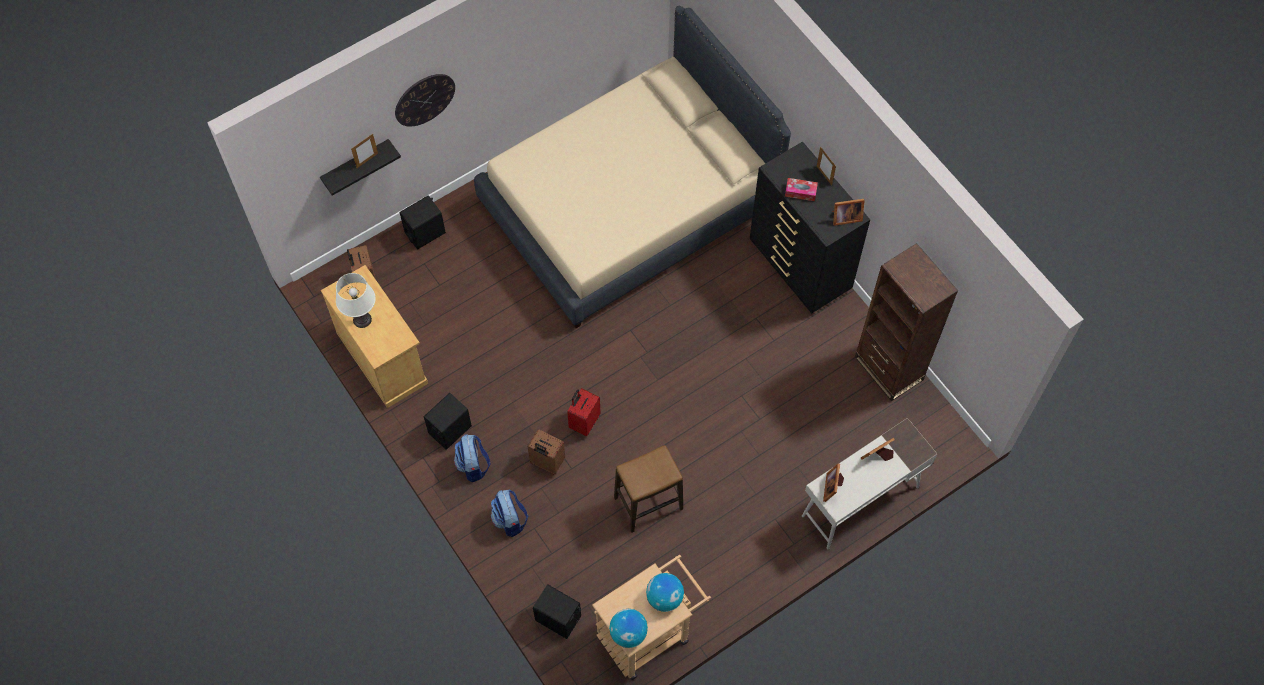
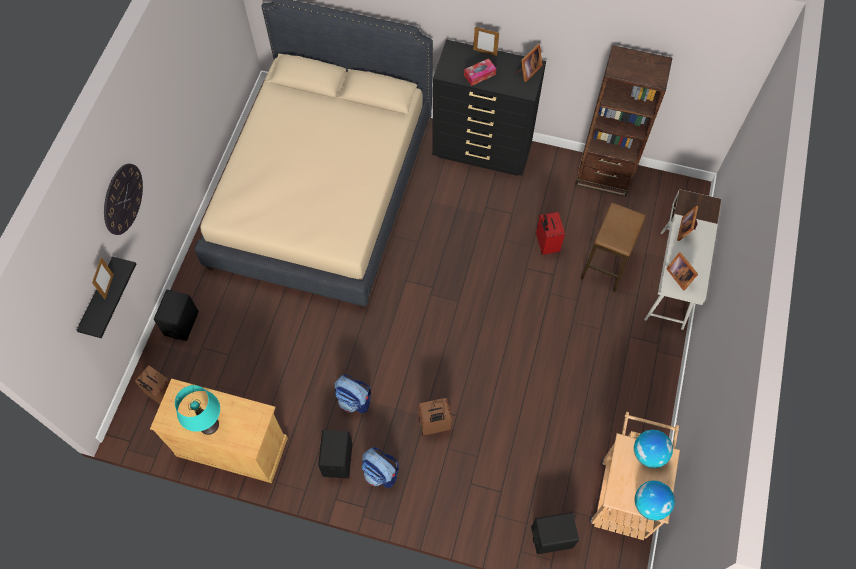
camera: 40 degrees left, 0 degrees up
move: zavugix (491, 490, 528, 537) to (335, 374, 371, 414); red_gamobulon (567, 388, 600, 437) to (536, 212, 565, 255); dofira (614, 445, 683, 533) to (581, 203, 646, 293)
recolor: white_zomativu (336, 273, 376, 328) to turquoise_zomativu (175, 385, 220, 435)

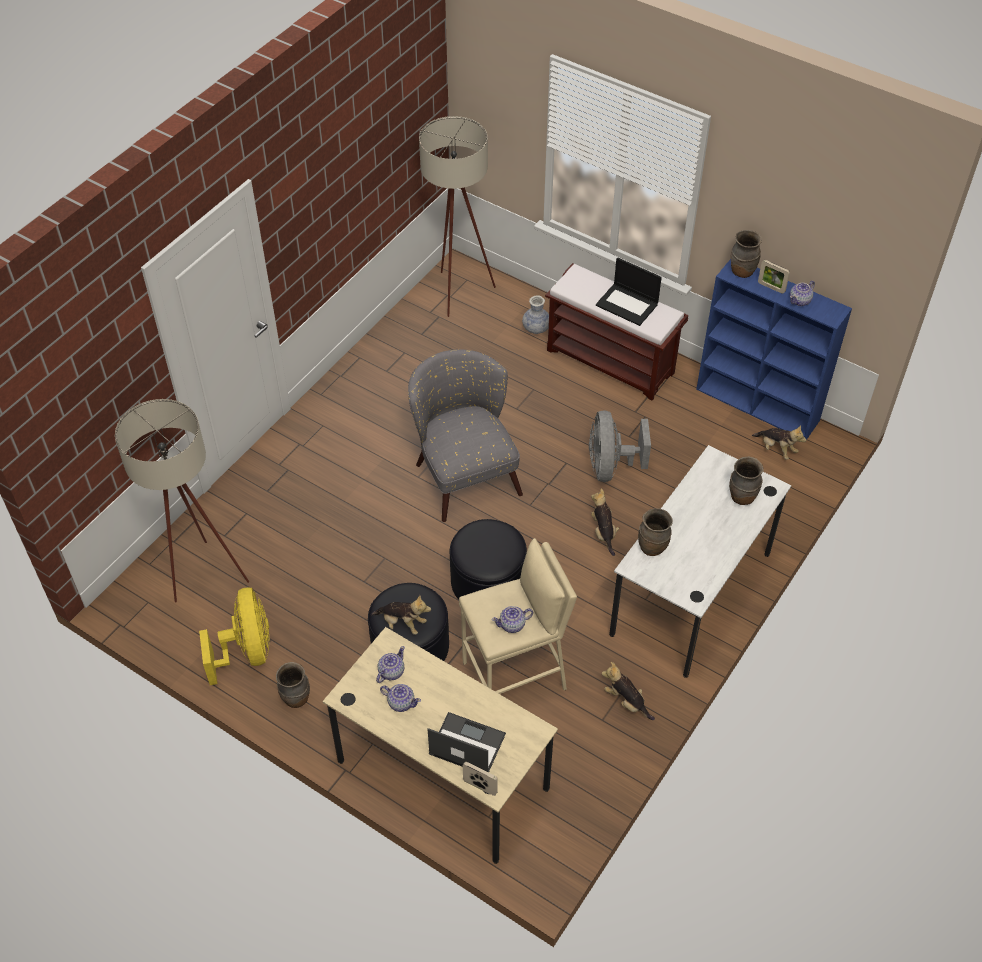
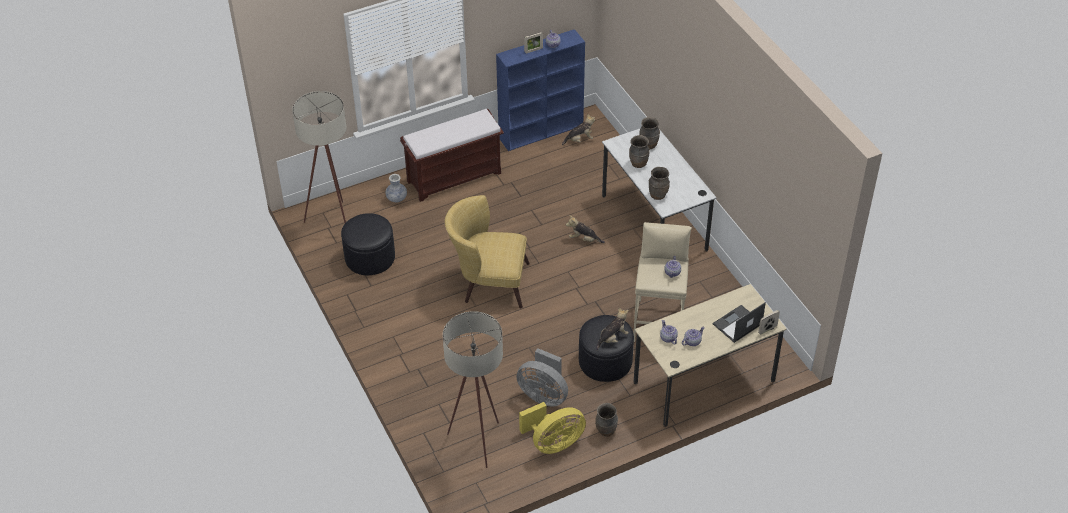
camera: 60 degrees left, 5 degrees down
delete: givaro (596, 257, 662, 326); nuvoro (602, 662, 655, 720)
move: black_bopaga (450, 519, 527, 600) to (341, 213, 395, 275); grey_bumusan (589, 411, 651, 482) to (517, 348, 568, 407); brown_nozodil (730, 230, 762, 278) to (629, 135, 650, 168)
recolor: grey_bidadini (408, 350, 523, 522) to yellow_bidadini (445, 195, 530, 309)
rotate: yellow_bumusan (199, 588, 269, 685) = (519, 402, 586, 454) 135 degrees clockwise

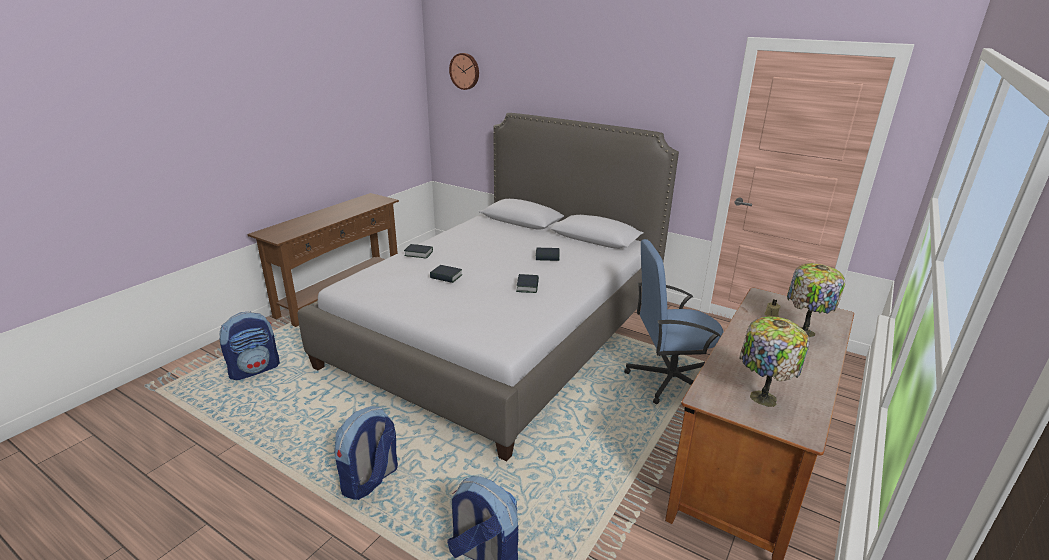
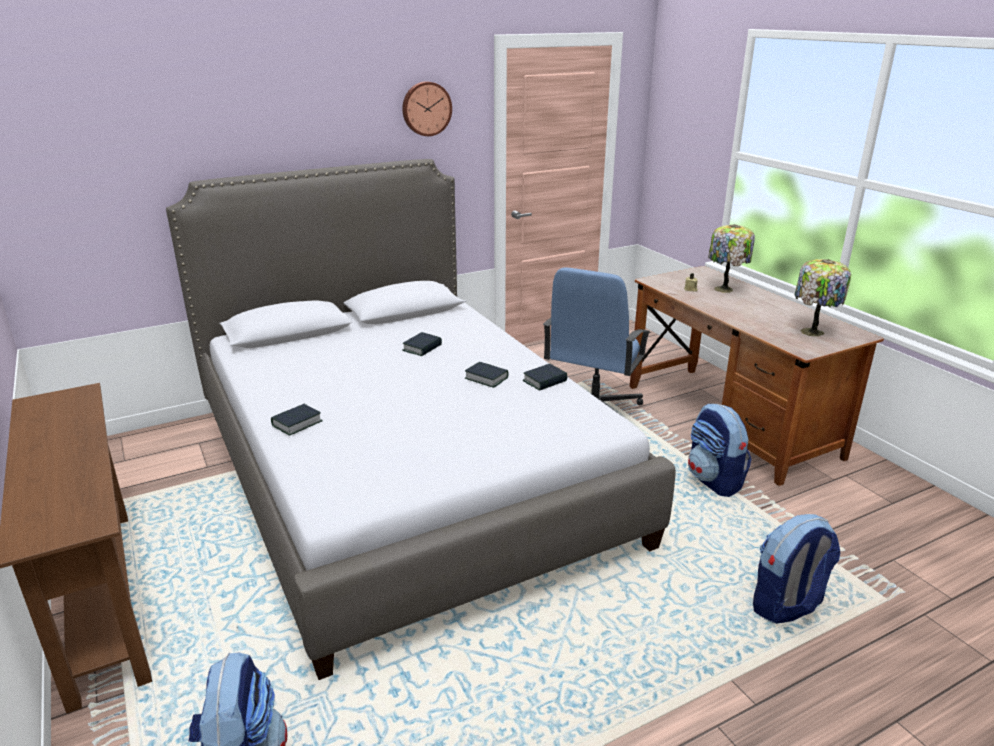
camera: 60 degrees left, 0 degrees up
move: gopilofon (449, 53, 479, 90) to (402, 81, 452, 136); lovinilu (430, 265, 462, 283) to (523, 364, 567, 391); zavugix (335, 406, 398, 500) to (688, 403, 751, 497)

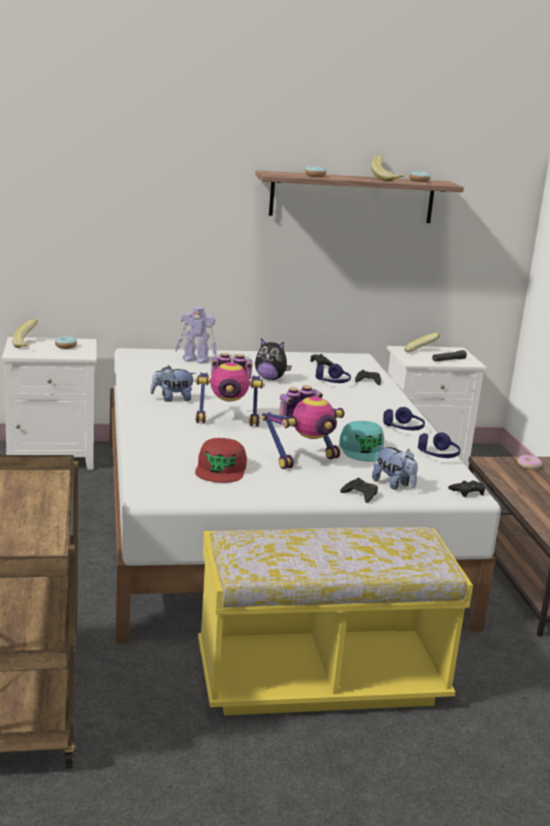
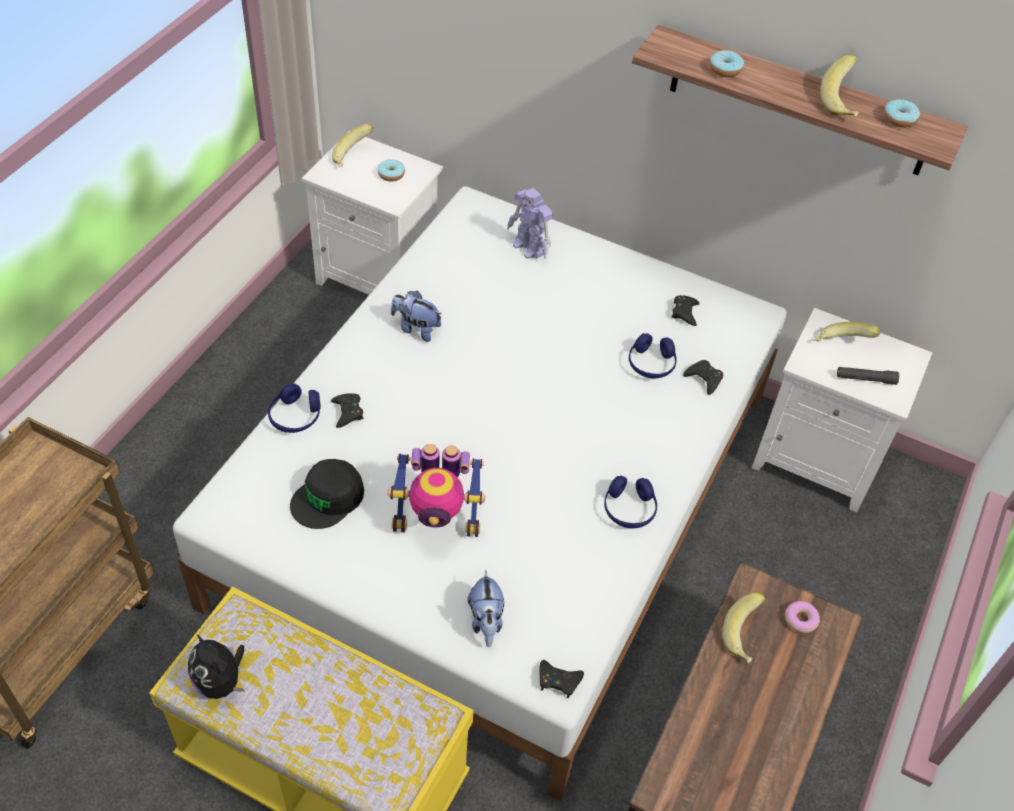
camera: 35 degrees right, 30 degrees up
delete: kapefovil (195, 353, 265, 426); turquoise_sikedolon (339, 421, 384, 462)
insert: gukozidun (722, 592, 765, 663)
move: nuvoro (255, 338, 292, 380) to (188, 634, 245, 699); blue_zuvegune (418, 432, 461, 458) to (268, 383, 321, 433); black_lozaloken (340, 478, 378, 503) to (331, 393, 364, 428)
recolor: red_sikedolon (195, 438, 247, 483) to black_sikedolon (290, 459, 364, 529)

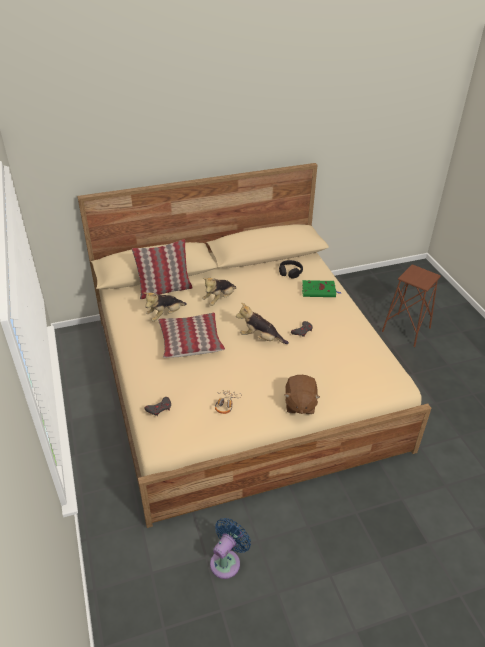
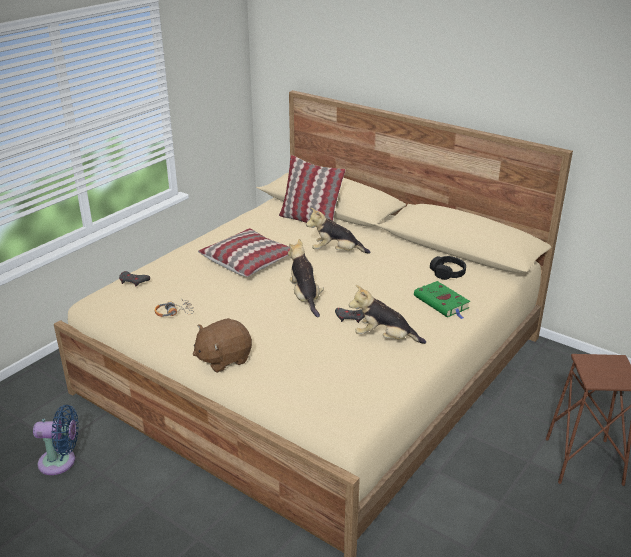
camera: 55 degrees right, 10 degrees down
move: nuvoro (144, 292, 187, 322) to (349, 285, 426, 344)

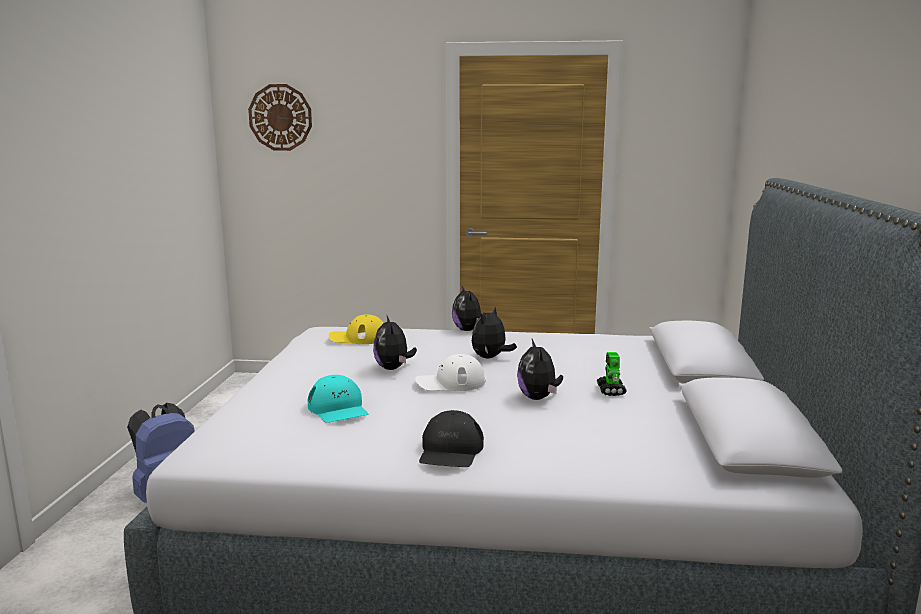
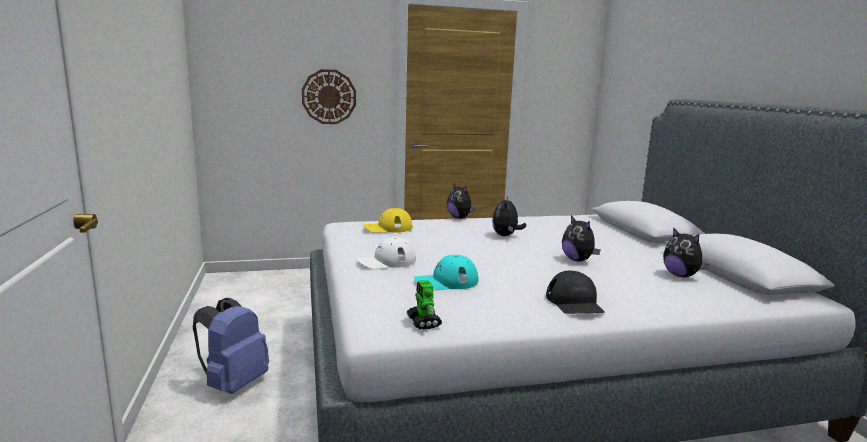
camera: 20 degrees left, 0 degrees up
move: gopilofon (248, 84, 312, 151) to (302, 69, 356, 124); white_sikedolon (415, 354, 486, 391) to (357, 237, 416, 269); kapefovil (597, 352, 627, 396) to (407, 280, 442, 329); nuvoro (373, 316, 417, 370) to (663, 227, 710, 277)
rotate: turquoise_sikedolon (308, 375, 368, 423) = (414, 255, 478, 290) 120 degrees clockwise

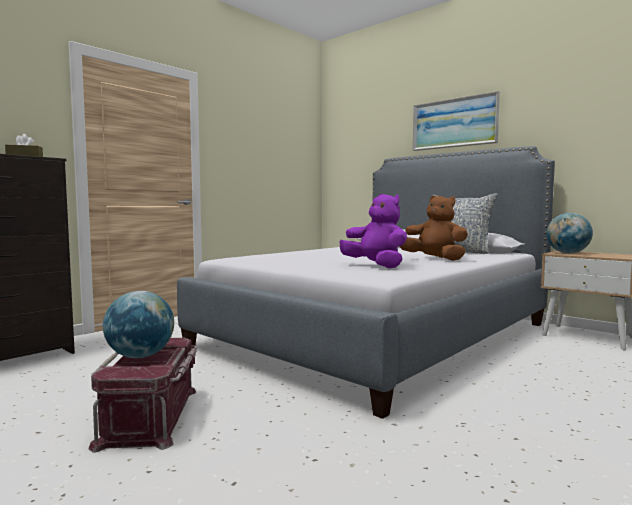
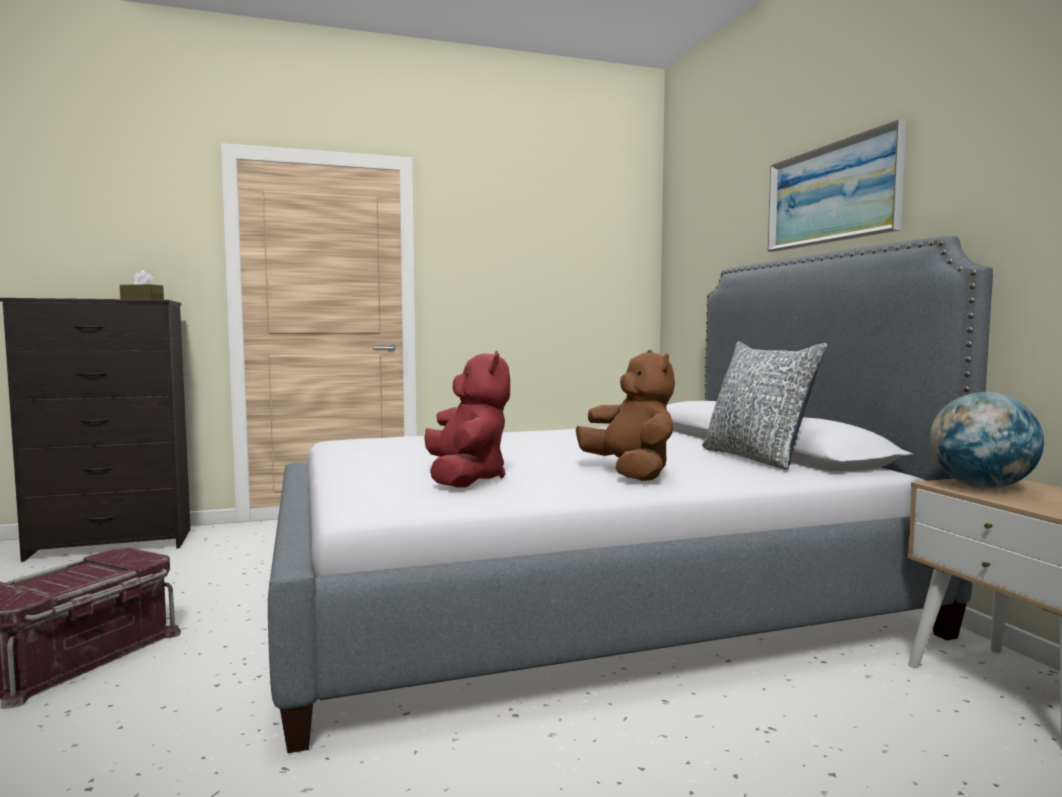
camera: 30 degrees right, 0 degrees up
delete: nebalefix (103, 291, 174, 358)
recolor: purple_nuvoro (340, 194, 407, 268) to red_nuvoro (424, 351, 510, 488)

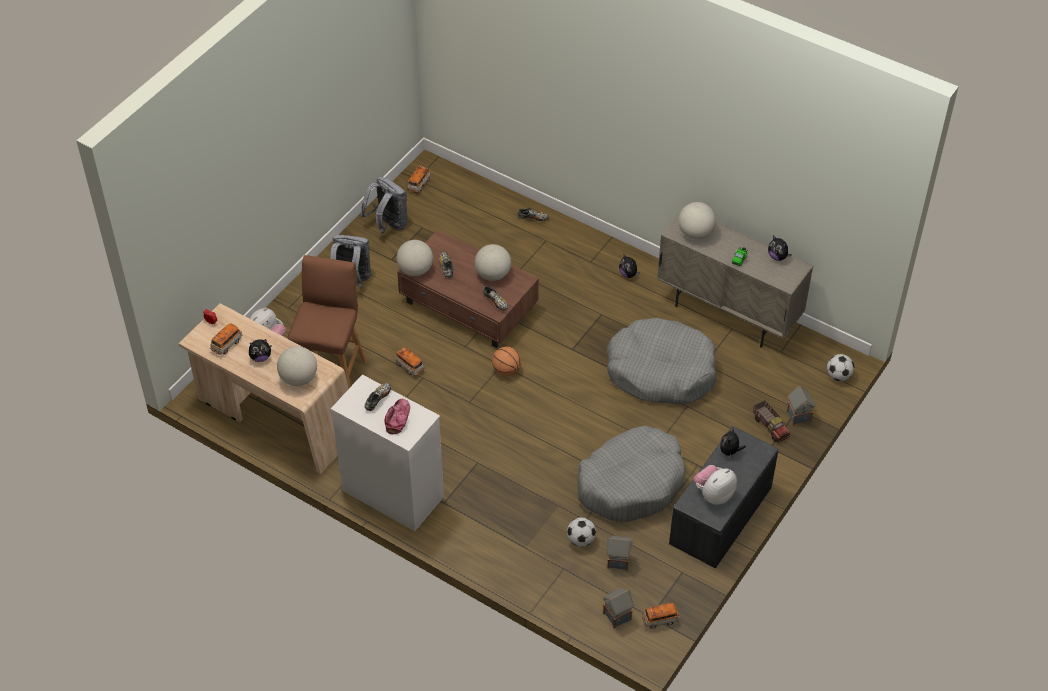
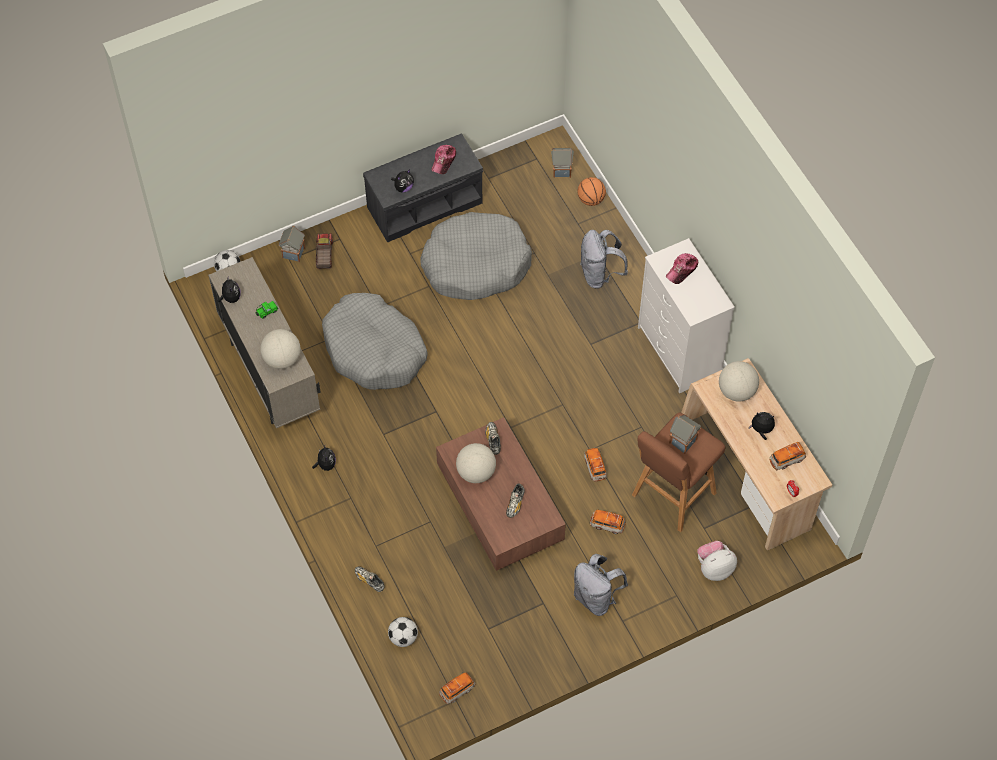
camera: 150 degrees left, 10 degrees up
delete: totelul (365, 383, 391, 411); nebalefix (397, 240, 433, 276)
move: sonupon (567, 517, 596, 547) to (388, 617, 418, 647); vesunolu (492, 346, 521, 376) to (577, 177, 606, 206); grey_zavugix (361, 177, 408, 233) to (580, 230, 628, 289); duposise (642, 603, 680, 629) to (590, 510, 626, 534); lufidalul (606, 535, 633, 571) to (669, 415, 701, 454)
replace: nuvoro (694, 465, 737, 505) to sikedolon (431, 145, 456, 174)

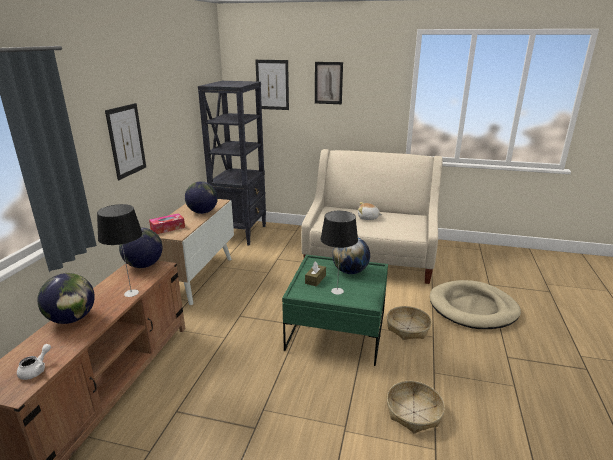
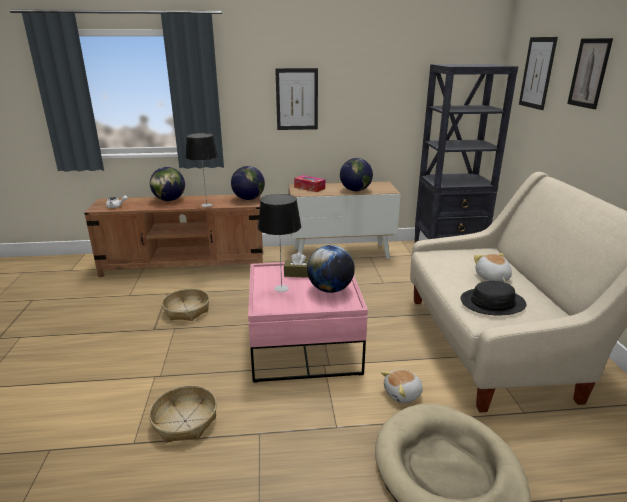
camera: 70 degrees right, 0 degrees up
insert: nuvoro (381, 370, 423, 403); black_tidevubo (461, 281, 526, 316)
move: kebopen (387, 306, 432, 340) to (162, 289, 209, 321)
recolor: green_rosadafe (282, 255, 388, 366) to pink_rosadafe (248, 262, 368, 383)

